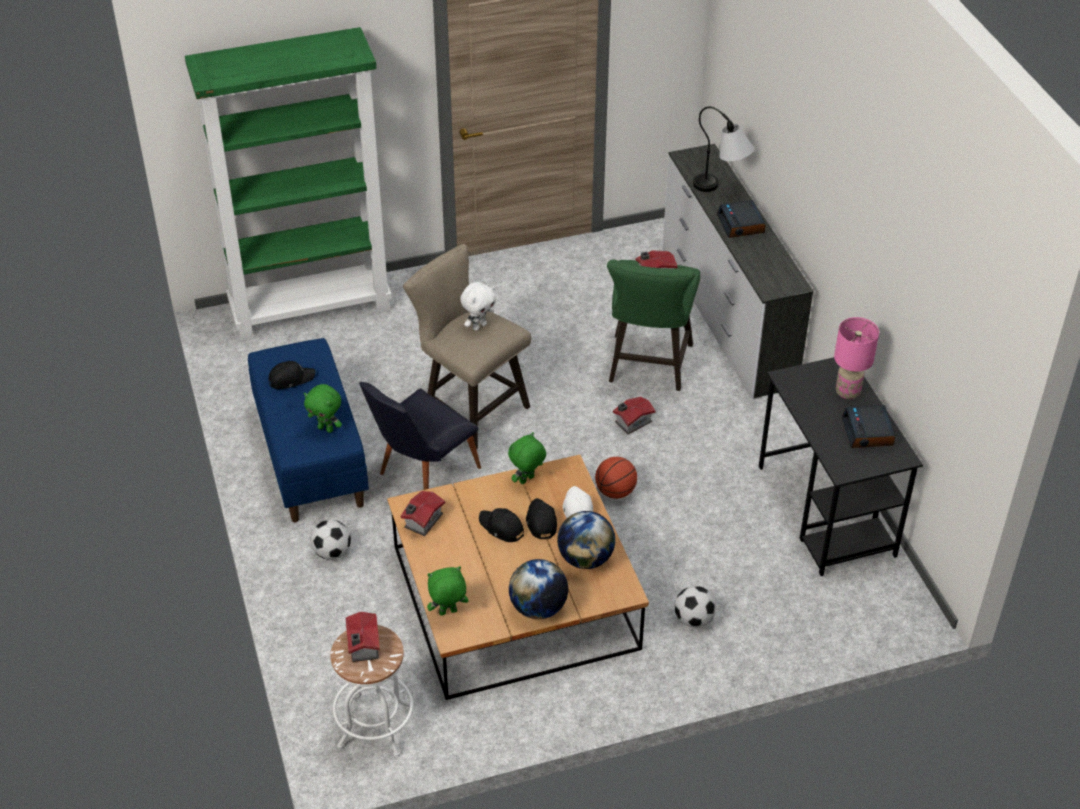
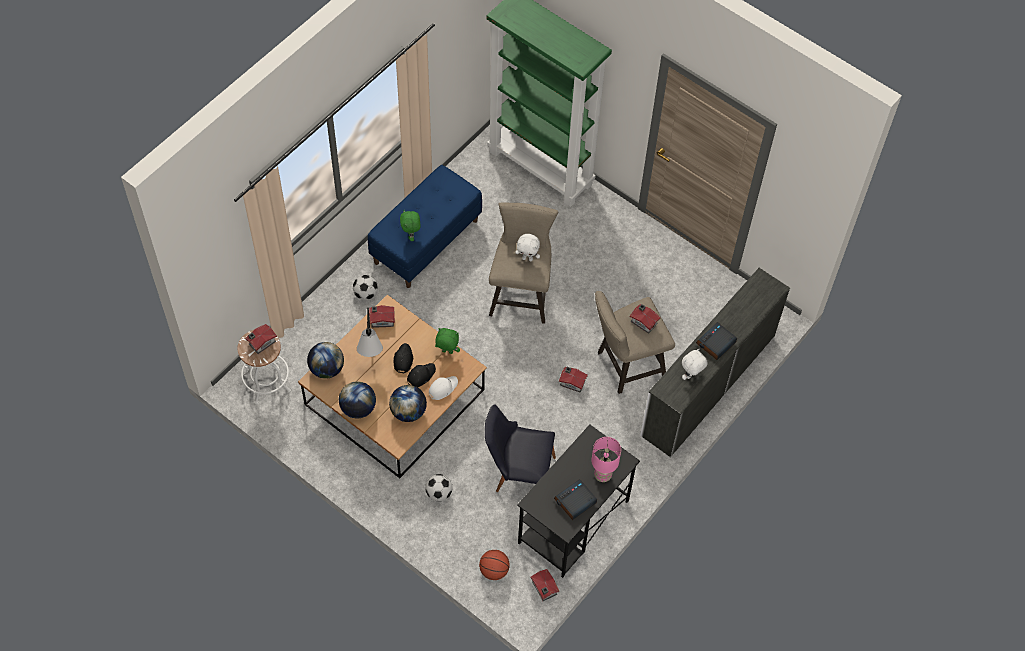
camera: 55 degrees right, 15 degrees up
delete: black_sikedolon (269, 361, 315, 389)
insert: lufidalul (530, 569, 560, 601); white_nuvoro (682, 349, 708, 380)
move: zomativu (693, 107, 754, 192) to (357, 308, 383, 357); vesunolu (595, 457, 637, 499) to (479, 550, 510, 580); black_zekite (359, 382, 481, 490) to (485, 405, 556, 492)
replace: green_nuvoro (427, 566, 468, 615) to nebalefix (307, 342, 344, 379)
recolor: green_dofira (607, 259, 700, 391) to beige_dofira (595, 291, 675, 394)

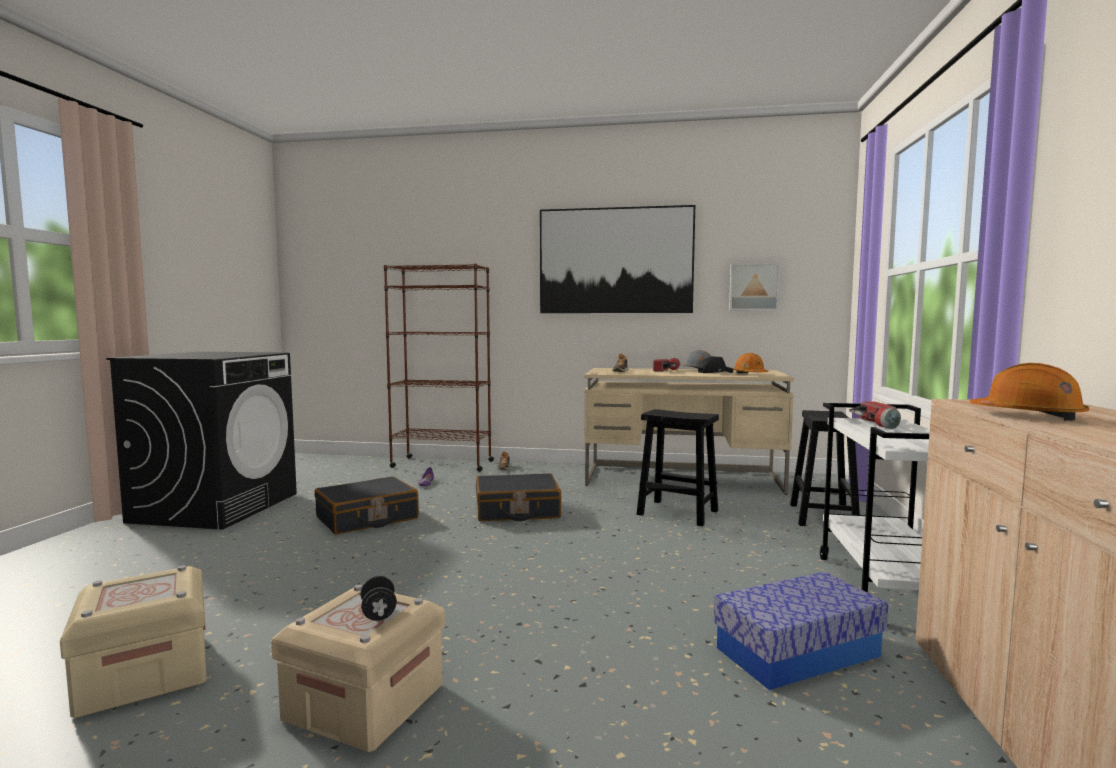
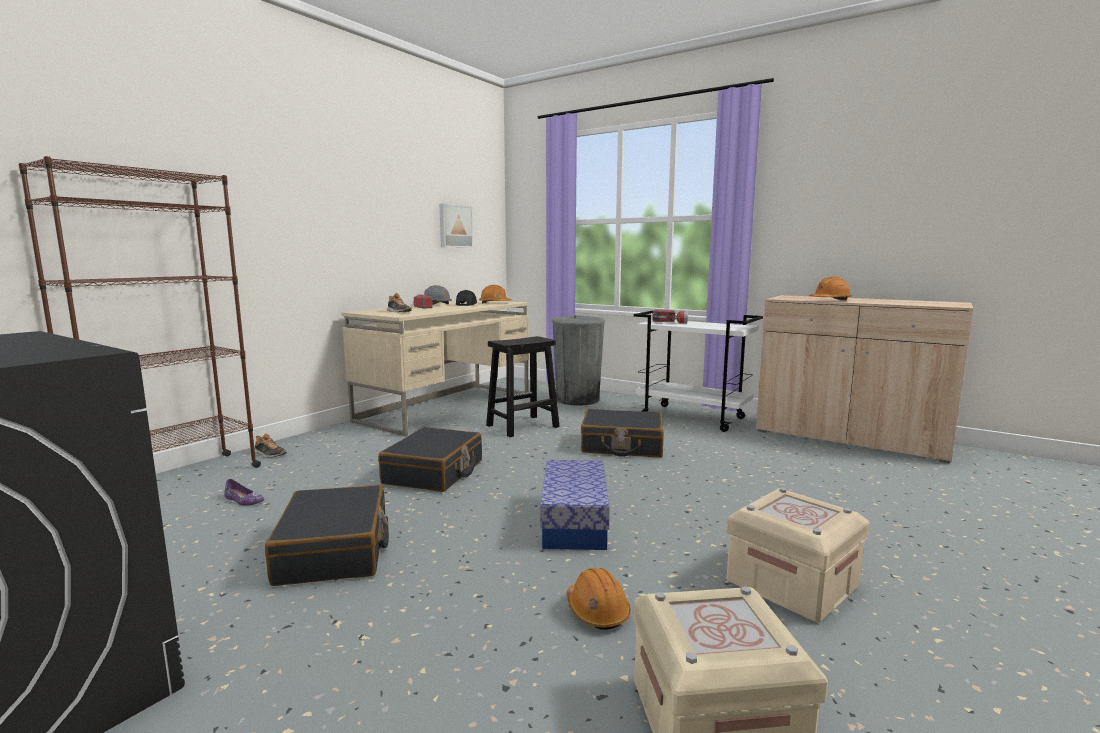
camera: 65 degrees left, 5 degrees up
delete: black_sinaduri (361, 576, 397, 621); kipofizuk (540, 205, 695, 313)
insert: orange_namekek (566, 568, 631, 630); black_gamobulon (581, 409, 664, 458)
move: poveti (714, 572, 888, 690) to (540, 460, 610, 550)
replace: black_dofira (790, 410, 860, 526) to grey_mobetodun (552, 315, 605, 406)

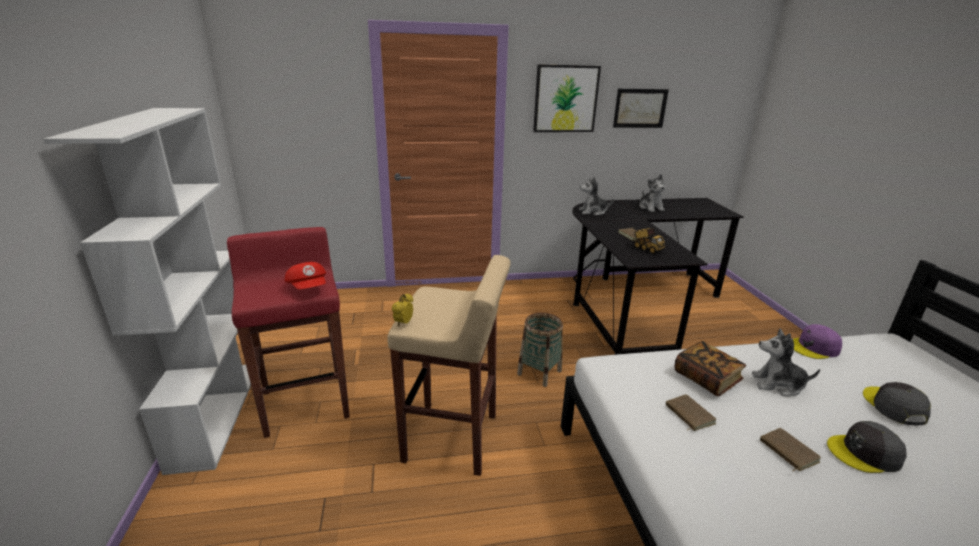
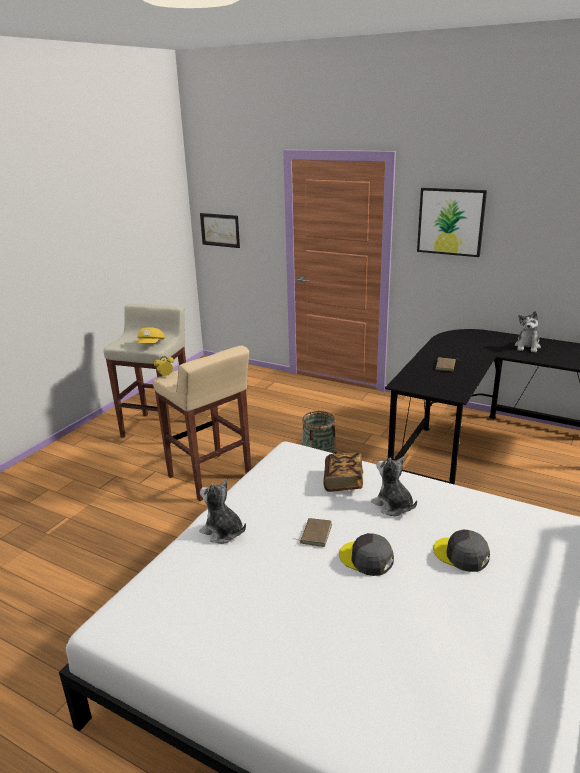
camera: 40 degrees right, 0 degrees up
delete: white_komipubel (43, 108, 251, 475); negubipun (634, 227, 665, 254); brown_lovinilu (666, 394, 716, 431); purple_sikedolon (793, 324, 842, 359)
move: nuvoro (579, 177, 614, 216) to (199, 479, 246, 544); kipofizuk (613, 89, 669, 128) to (200, 213, 240, 248)
recolor: red_dofira (227, 227, 350, 438) to beige_dofira (103, 304, 186, 444); red_sikedolon (285, 262, 326, 289) to yellow_sikedolon (137, 327, 165, 343)
rotate: grey_sikedolon (863, 382, 931, 425) = (433, 530, 490, 572) 90 degrees counterclockwise

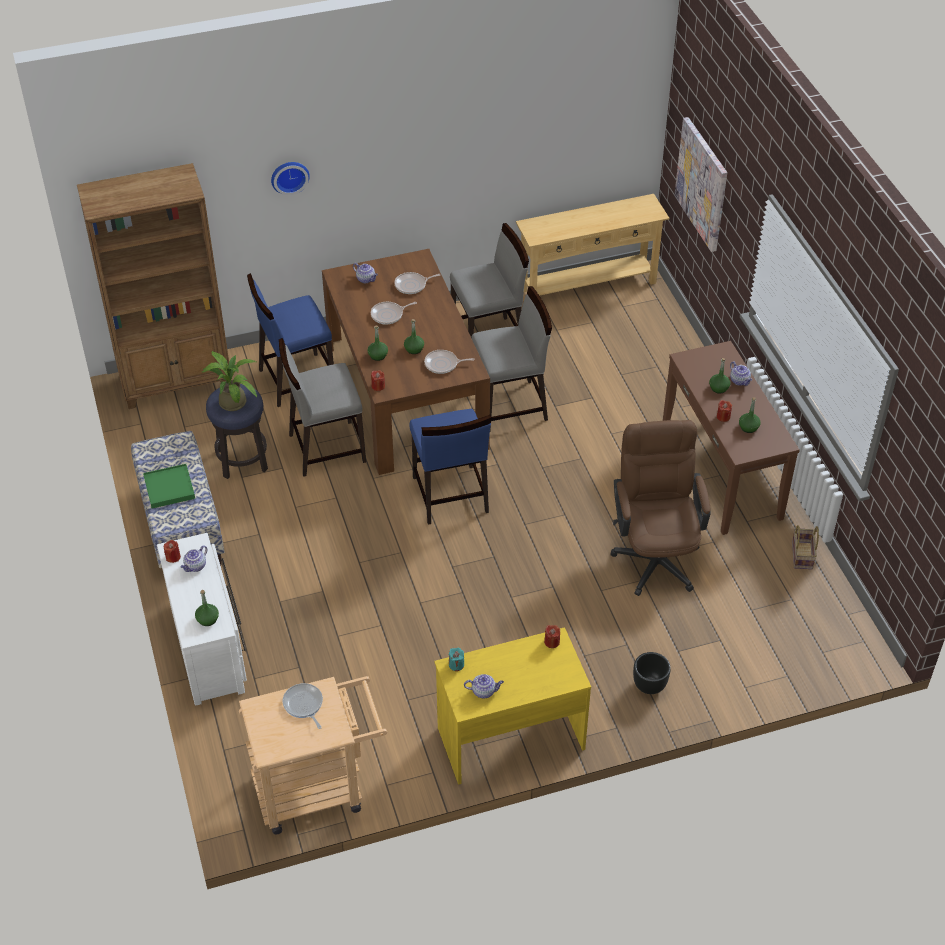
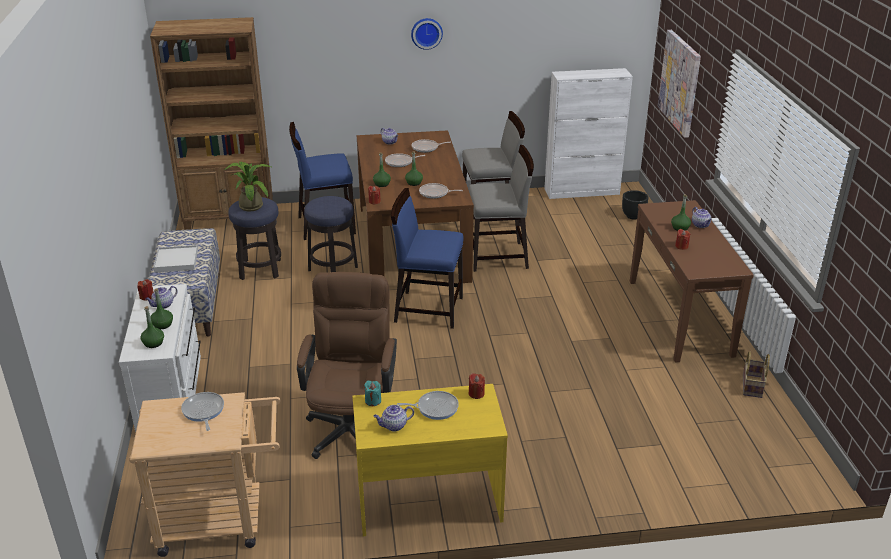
camera: 10 degrees right, 15 degrees down
insert: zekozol (397, 391, 459, 420)
move: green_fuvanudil (739, 397, 761, 433) to (151, 288, 173, 329); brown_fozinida (610, 420, 711, 596) to (297, 272, 397, 459); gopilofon (271, 162, 310, 195) to (411, 18, 443, 50); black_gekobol (633, 652, 671, 694) to (622, 190, 648, 220)
replace: grey_zekite (279, 338, 366, 477) to dofira (304, 196, 358, 272); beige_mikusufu (516, 194, 670, 296) to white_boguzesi (544, 68, 633, 199)
recolor: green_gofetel (143, 464, 195, 508) to white_gofetel (154, 245, 198, 273)
rotate: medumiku (464, 674, 504, 699) = (373, 405, 414, 432) 150 degrees clockwise; blue_zekite (409, 409, 491, 525) = (391, 188, 464, 329) 105 degrees clockwise

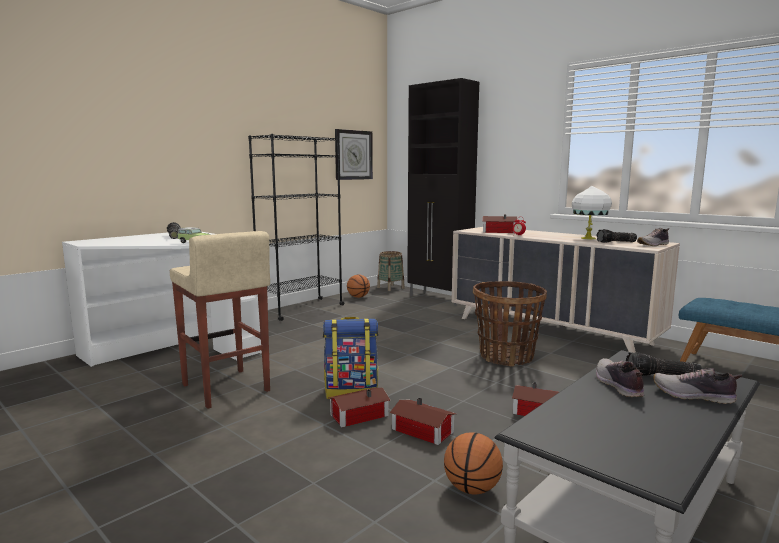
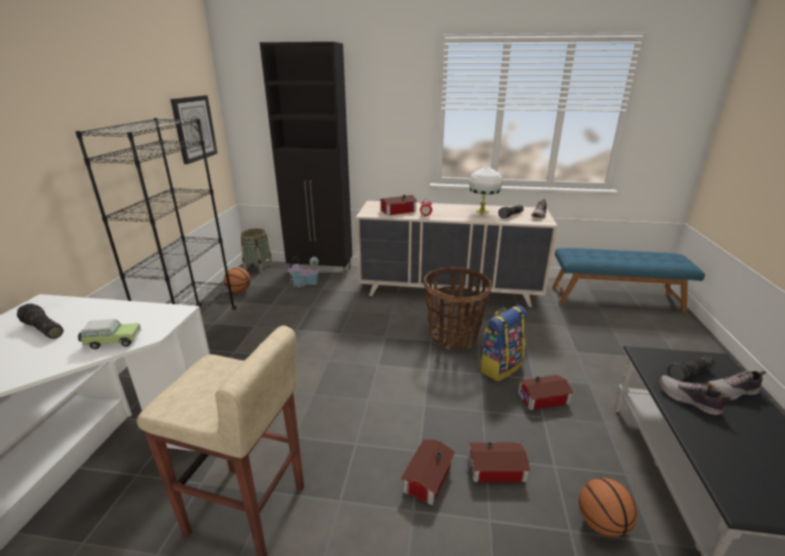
camera: 35 degrees left, 15 degrees up
insert: lufidalul (288, 256, 320, 287)
move: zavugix (323, 317, 378, 399) to (479, 305, 527, 381)

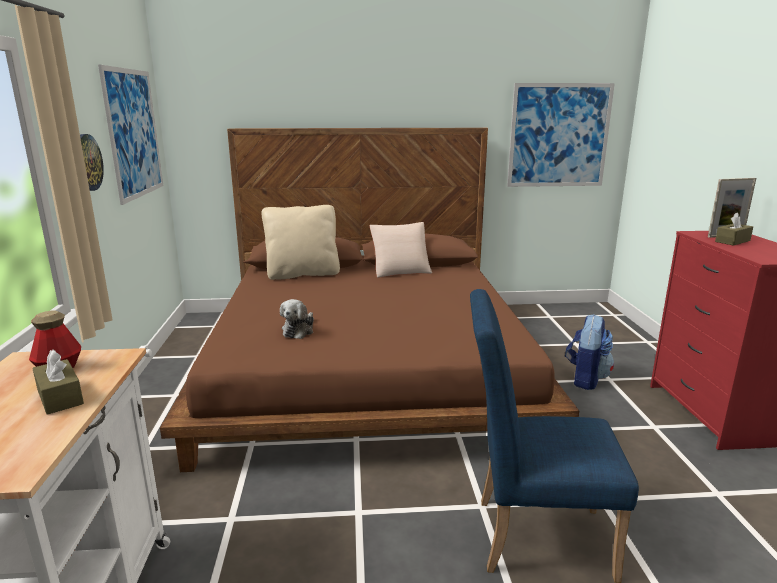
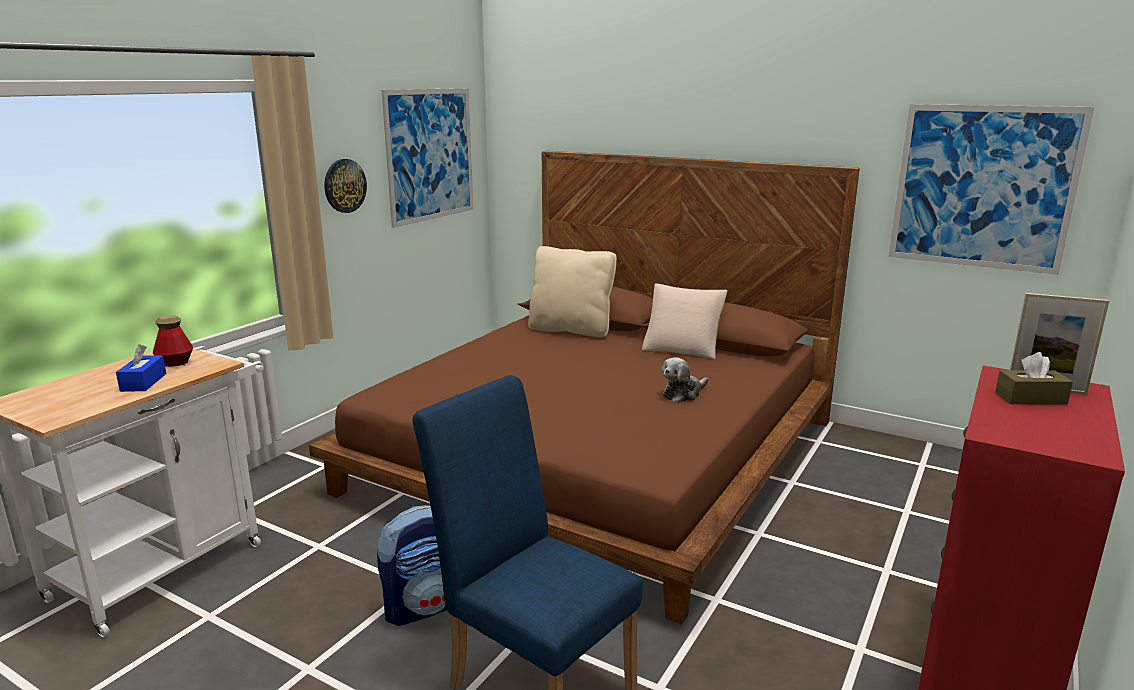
camera: 35 degrees right, 0 degrees up
move: zavugix (565, 314, 614, 390) to (377, 505, 447, 626); nuvoro (280, 299, 314, 339) to (662, 357, 708, 403)
recolor: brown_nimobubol (32, 350, 84, 415) to blue_nimobubol (116, 344, 166, 392)

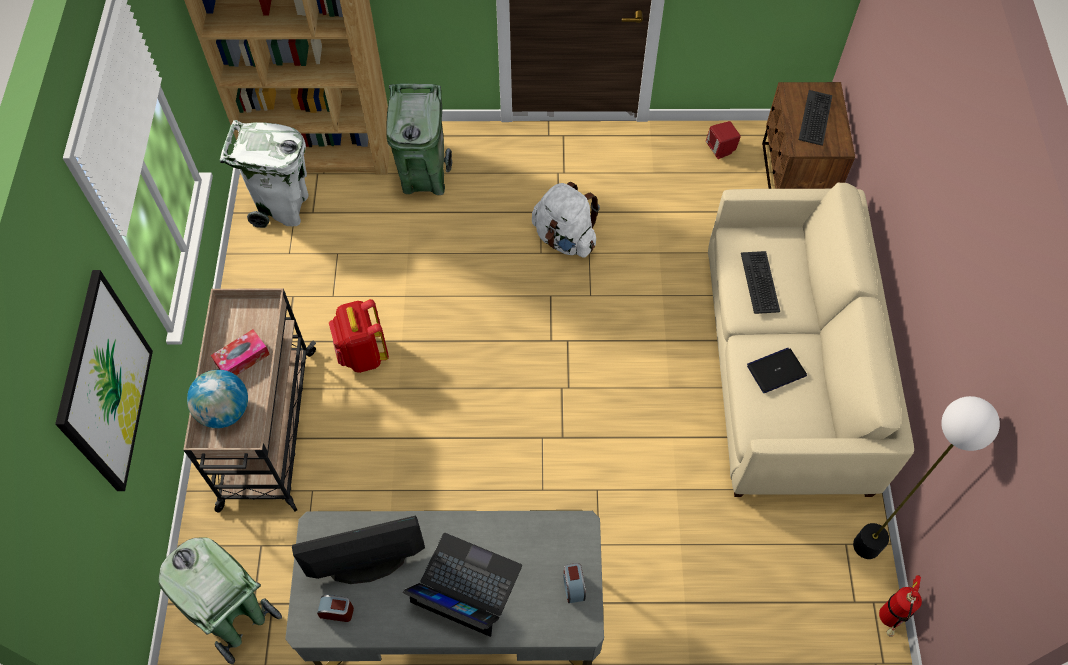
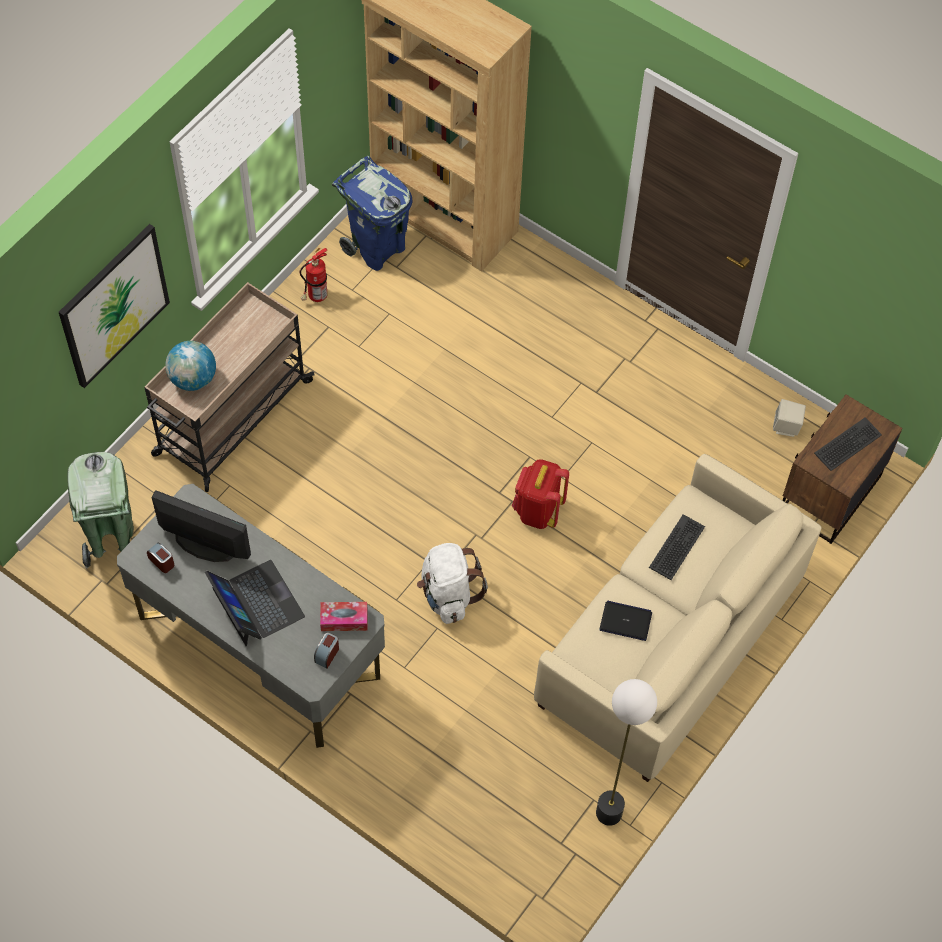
camera: 35 degrees right, 0 degrees up
delete: green_mobetodun (386, 83, 453, 195)
move: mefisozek (879, 575, 922, 637) to (299, 248, 327, 302); nimobubol (211, 329, 270, 376) to (320, 602, 367, 631); white_zavugix (532, 182, 600, 258) to (417, 543, 488, 624); red_zavugix (329, 299, 389, 373) to (512, 459, 569, 529)
recolor: white_mobetodun (220, 120, 309, 228) to blue_mobetodun (332, 156, 413, 271); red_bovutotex (706, 121, 741, 159) to beige_bovutotex (773, 399, 806, 437)

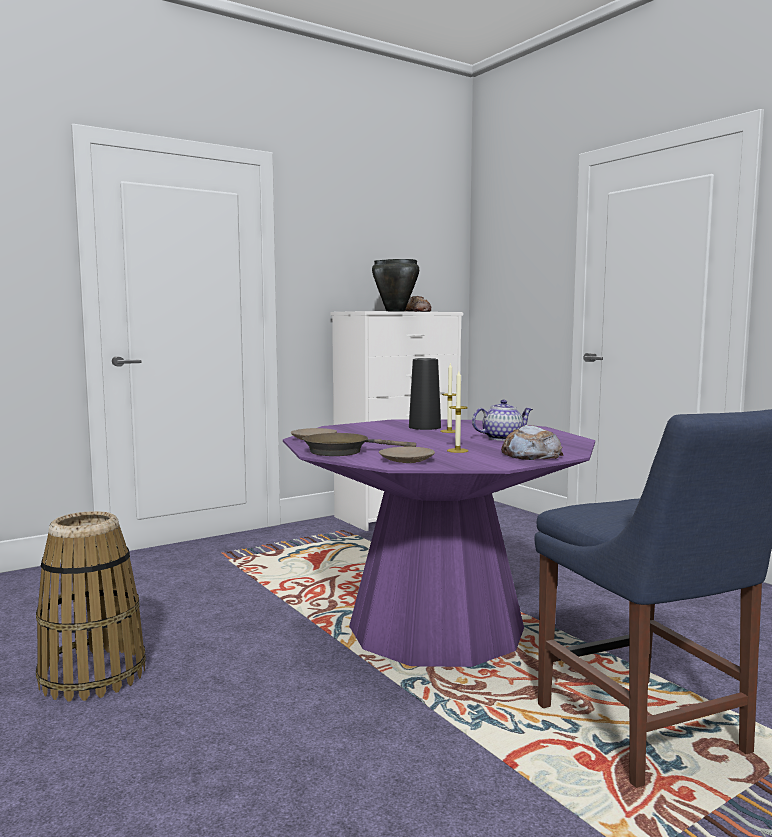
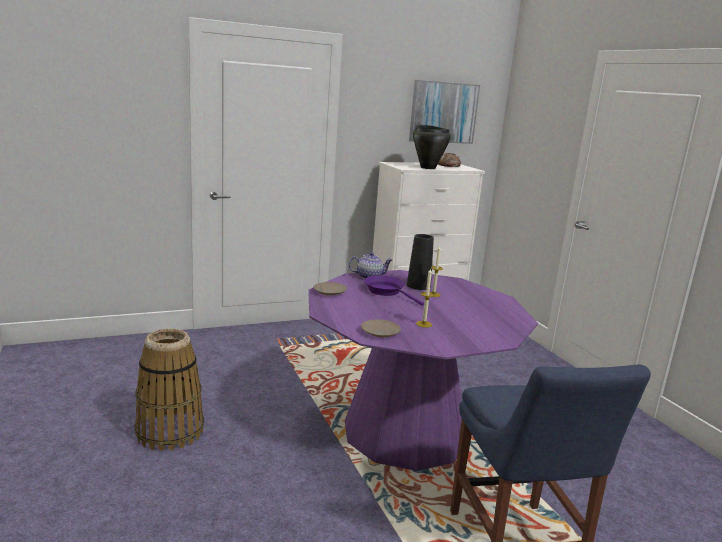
camera: 10 degrees right, 10 degrees up
delete: brown_zekozol (302, 433, 416, 456); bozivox (501, 425, 564, 460)
insert: purple_zekozol (364, 276, 424, 306); kipofizuk (409, 80, 480, 144)
move: medumiku (472, 400, 533, 441) to (349, 252, 393, 279)

